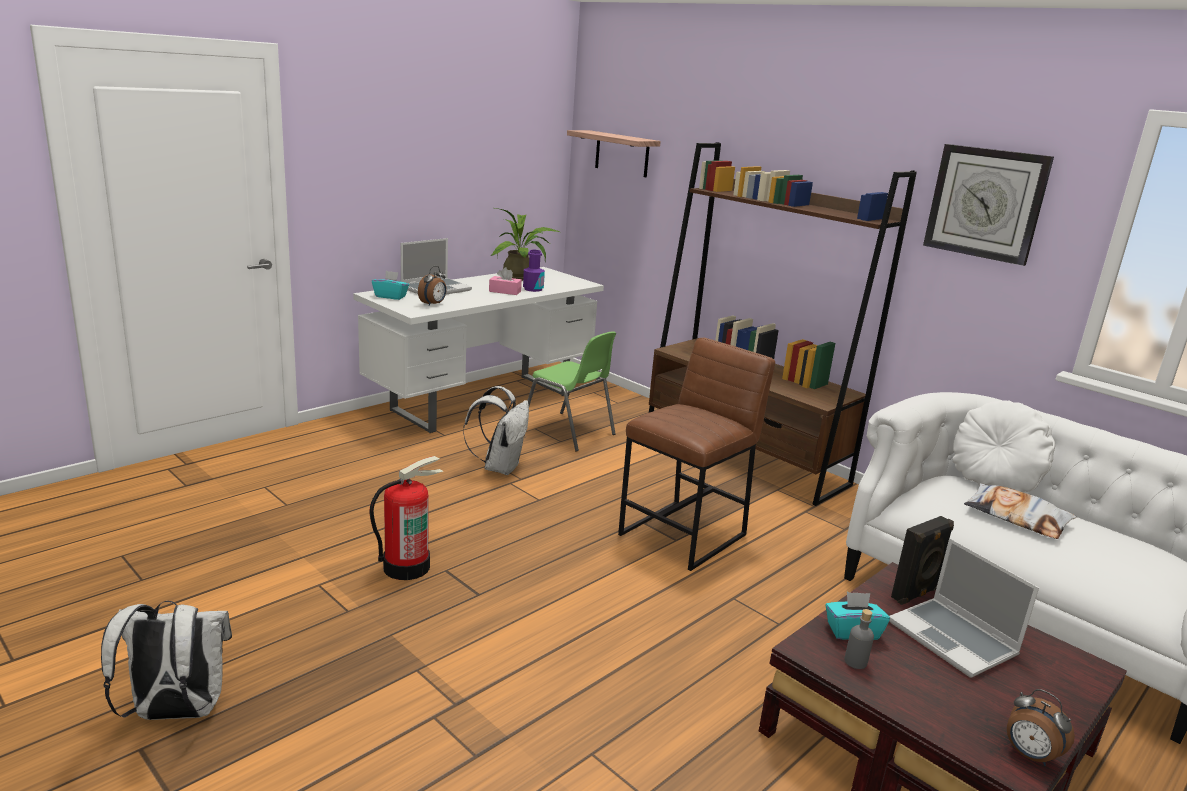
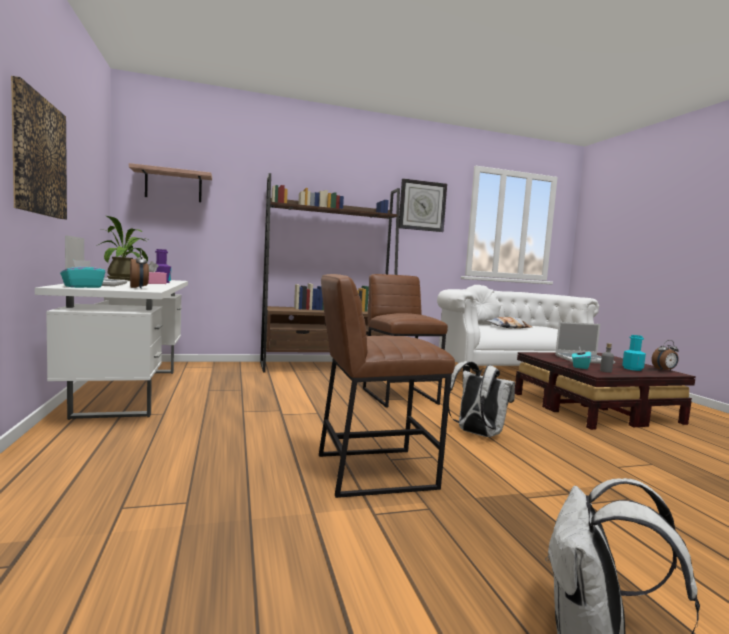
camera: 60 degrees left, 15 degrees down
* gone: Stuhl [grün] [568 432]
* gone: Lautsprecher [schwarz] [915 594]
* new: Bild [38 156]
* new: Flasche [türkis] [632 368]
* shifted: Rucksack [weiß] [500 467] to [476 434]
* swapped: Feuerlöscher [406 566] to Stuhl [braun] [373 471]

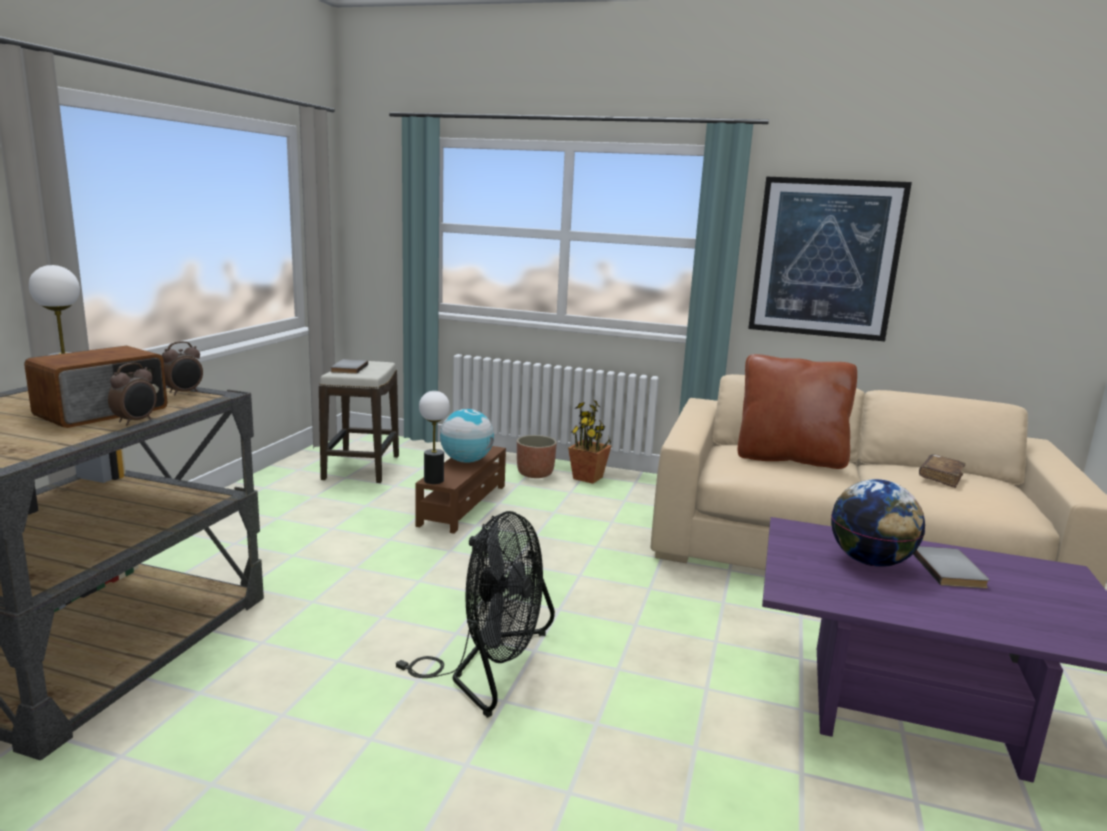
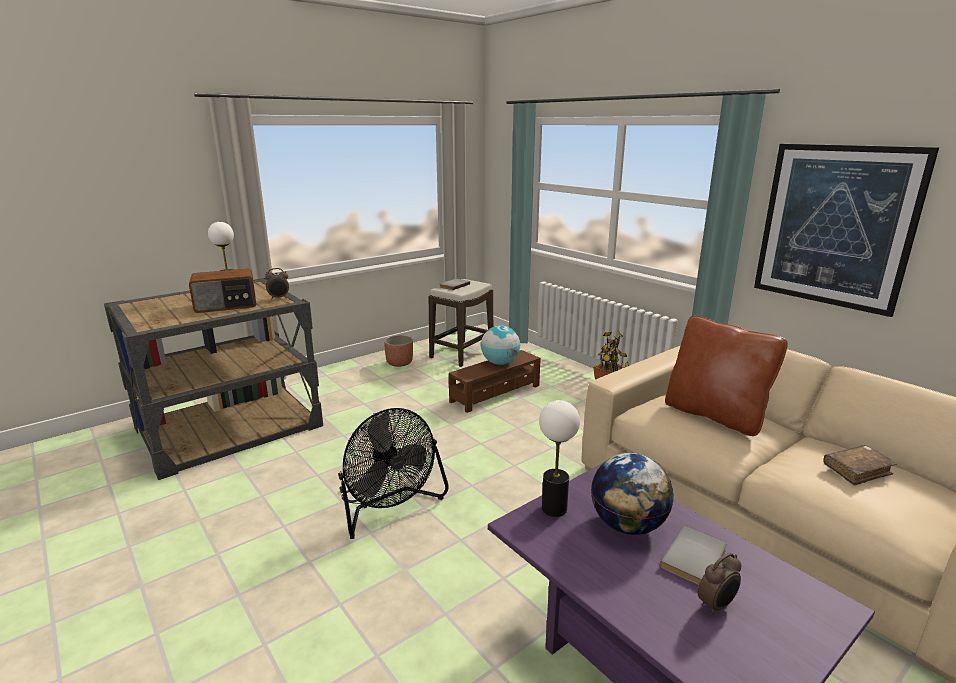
camera: 35 degrees right, 5 degrees up
* shifted: Wecker [136 421] to [716 605]
* shifted: Tischlampe [433 480] to [554 508]
* shifted: Pflanzkübel [535 473] to [399 363]

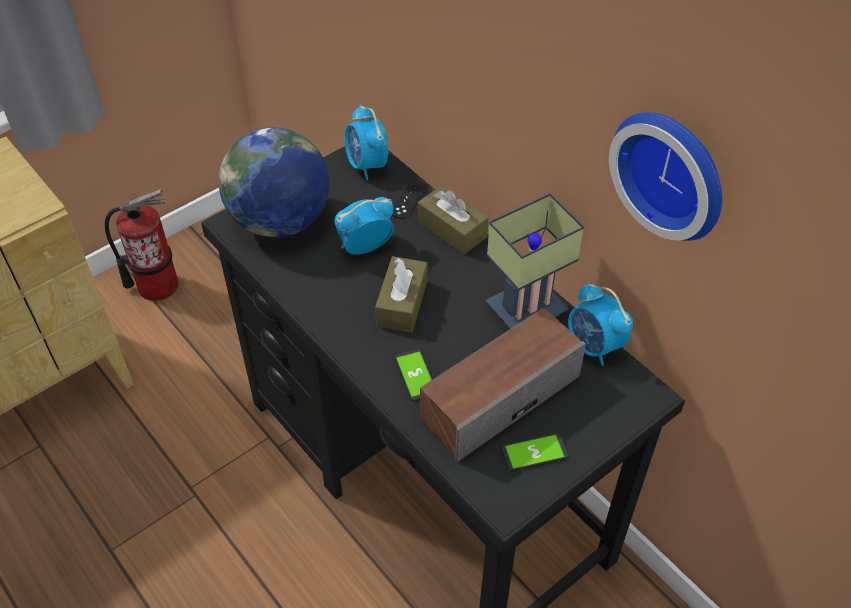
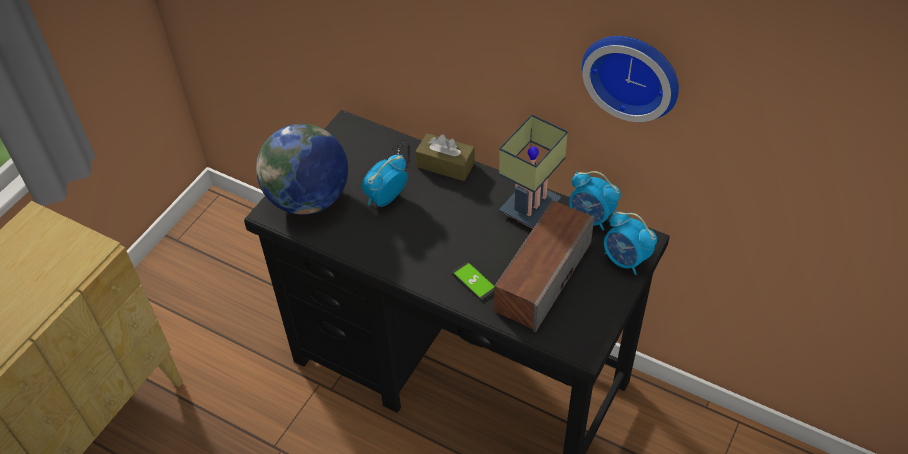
camera: 20 degrees left, 0 degrees up
* gone: Feuerlöscher [157 285]
* gone: Taschentuchbox [braun] [402 303]
* gone: Handy [534 453]
* shifted: Wecker [367 165] to [625 260]

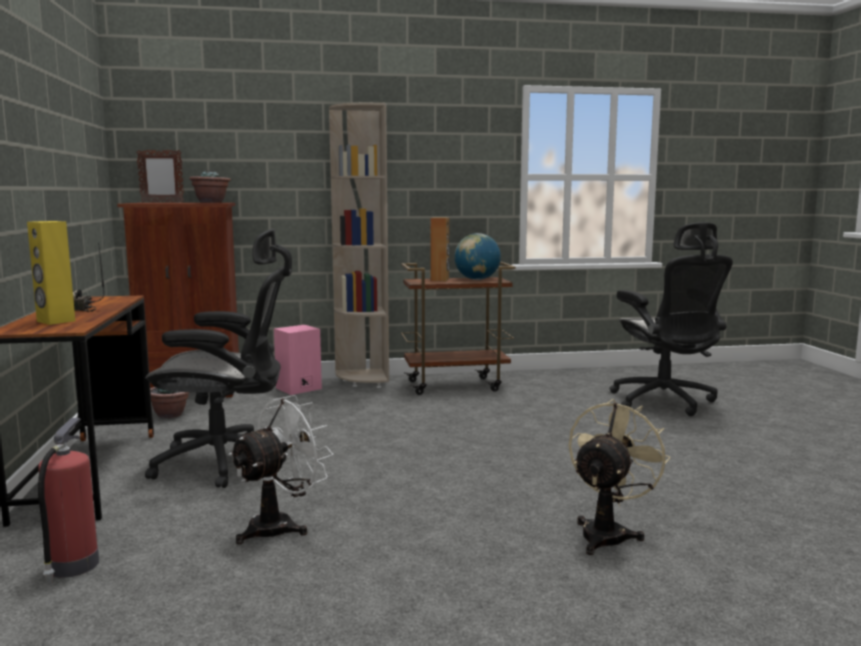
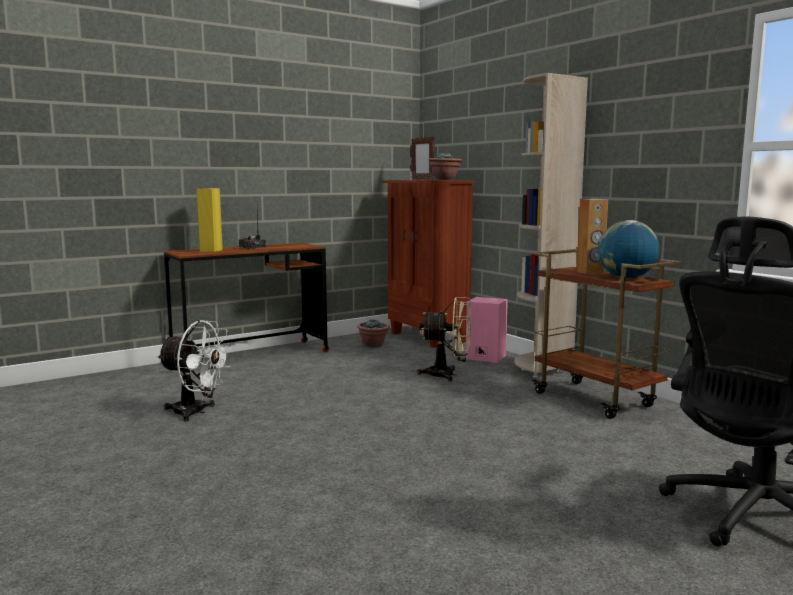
camera: 65 degrees right, 0 degrees up
* gone: Feuerlöscher [72 567]
* gone: Bürostuhl [226 462]
* shifted: Ventilator [beige] [608 533] to [448 375]

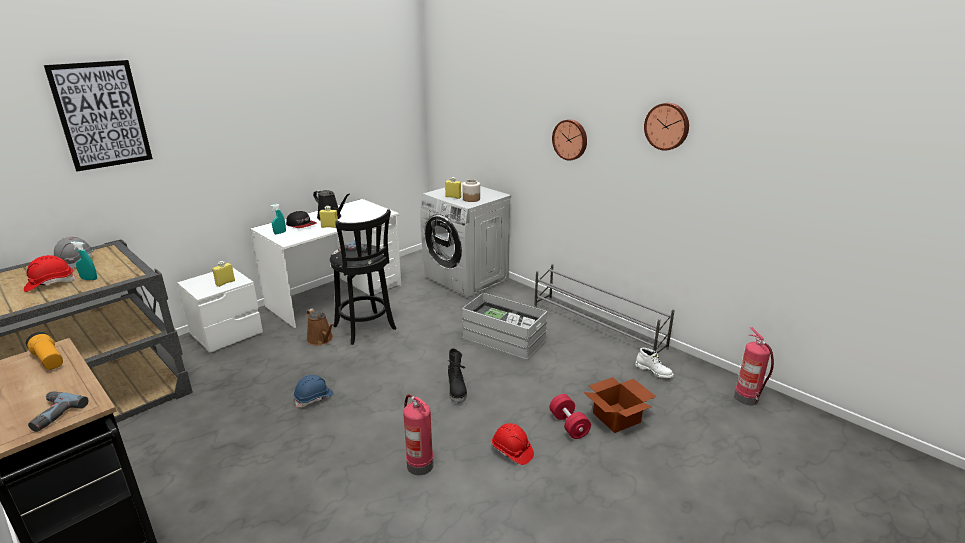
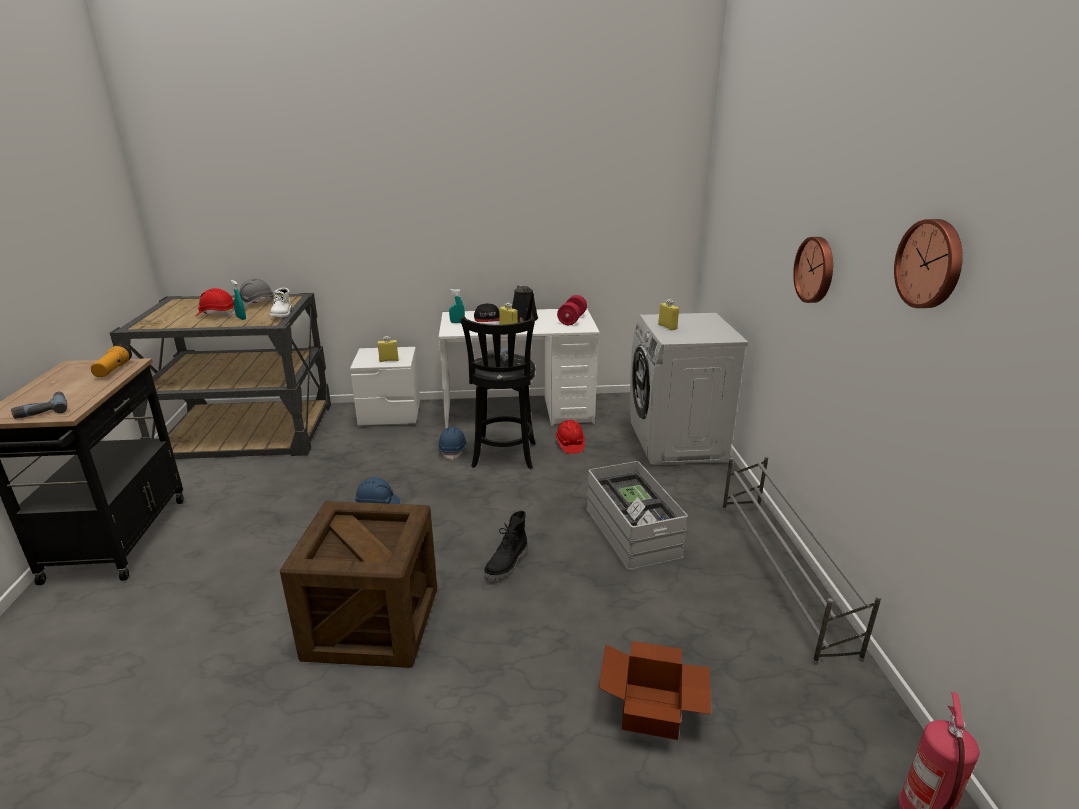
camera: 40 degrees right, 0 degrees up
* gone: Bild [101 115]
* gone: Vorratsglas [471 199]
* shifted: Schutzhelm [rot] [512 451] to [569 445]
* shifted: Hantel [rot] [569 425] to [572 320]
* shifted: Stiefel [weiß] [654 371] to [282 314]
* swapped: Gießkanne [braun] [321 339] to Schutzhelm [blau] [453 450]
* swapped: Feuerlöscher [419 464] to Kiste [372 623]

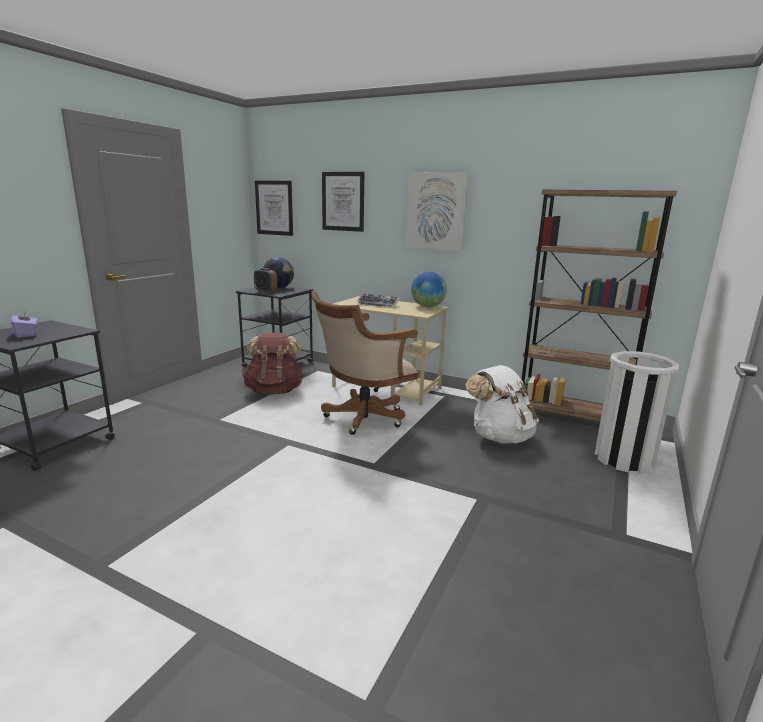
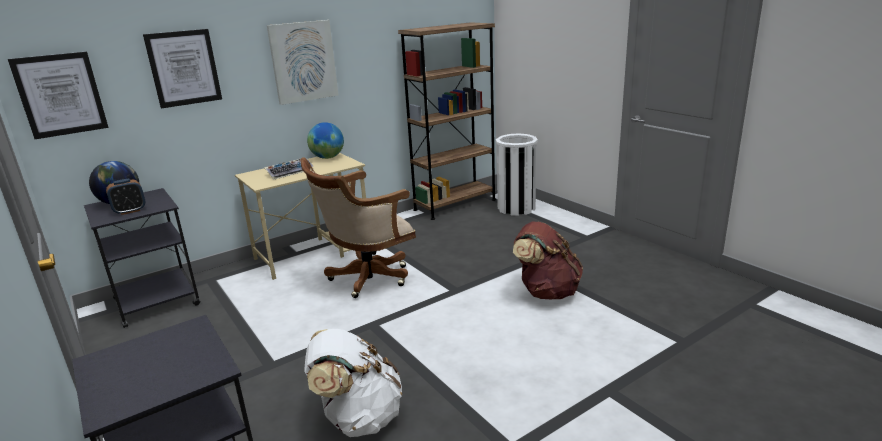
camera: 60 degrees left, 5 degrees up
* gone: Taschentuchbox [lila] [27 334]
* shifted: Rucksack [braun] [274 391] to [546 292]
* shifted: Rucksack [weiß] [499 436] to [358 417]
* rotated: Bürostuhl [361 419] = [366 279] 60 degrees clockwise

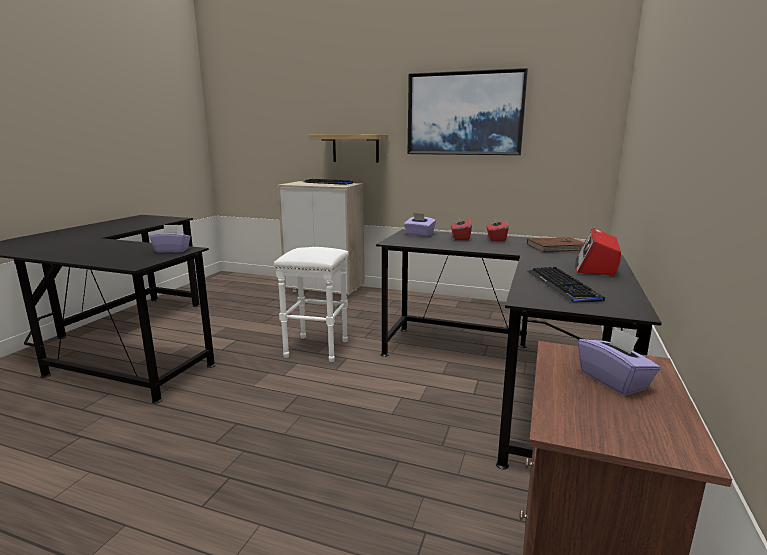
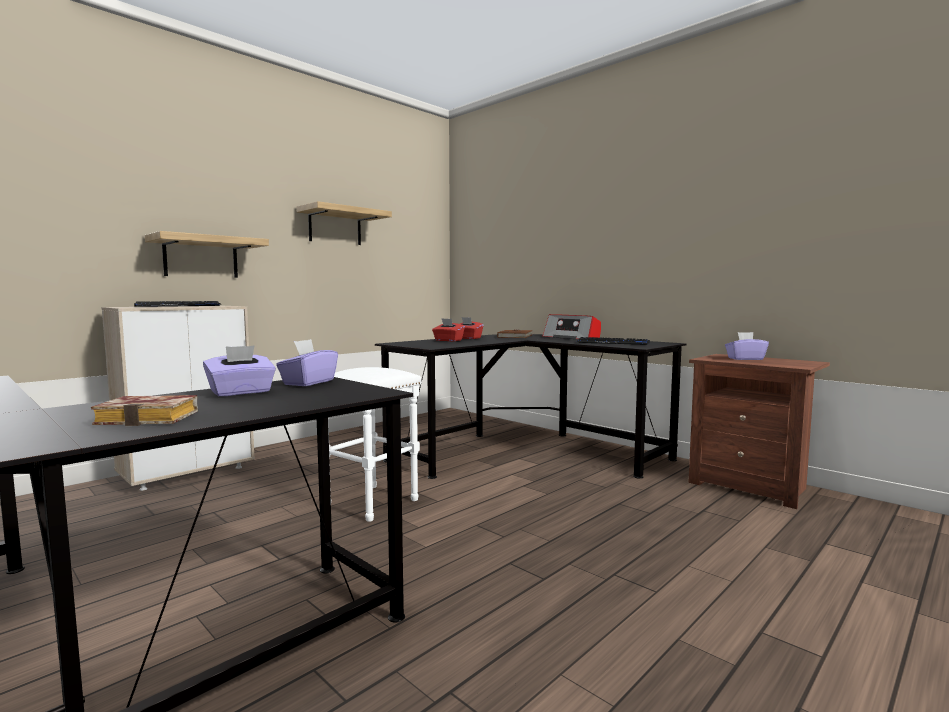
camera: 65 degrees left, 10 degrees down
* new: Buch [153 418]
* shifted: Taschentuchbox [lila] [419 234] to [241 392]
* swapped: Bild [464 114] to Wandregal [335 227]

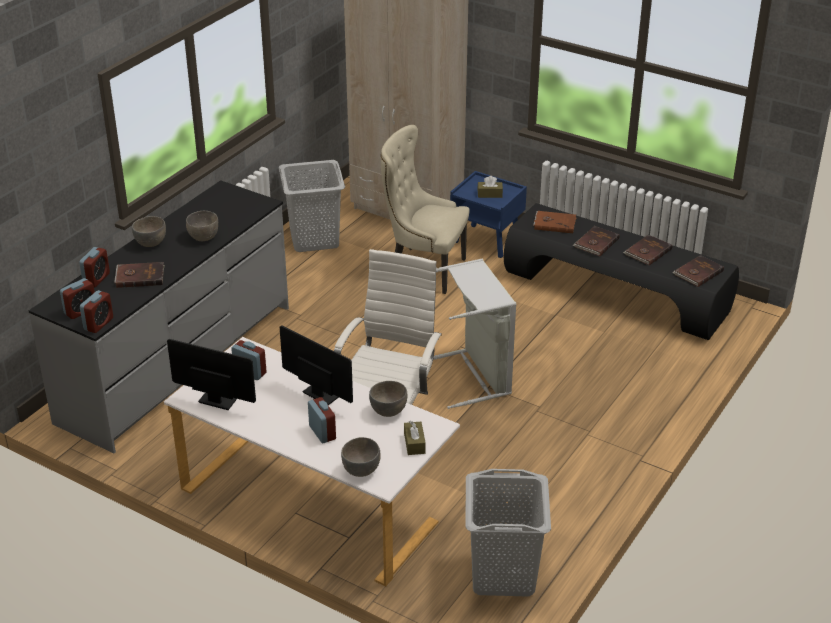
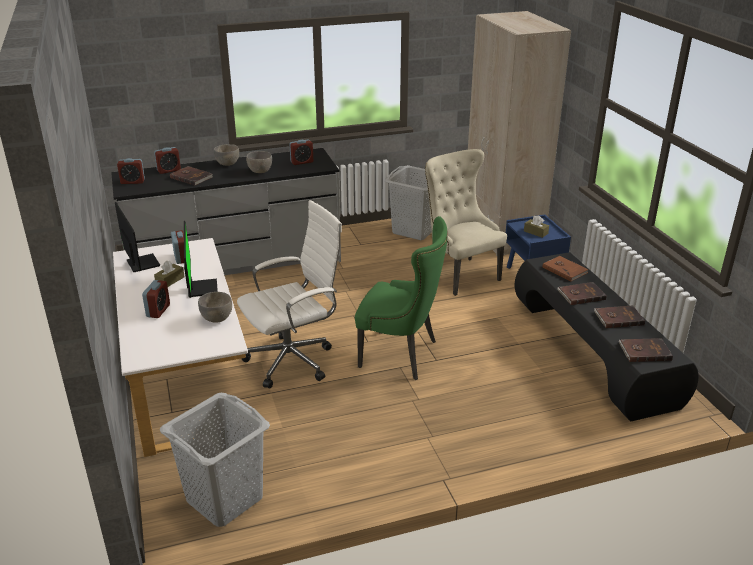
camera: 40 degrees right, 5 degrees down
* gone: Schüssel [grau] [361 470]
* shifted: Wecker [98 324] to [302 162]
* shifted: Taschentuchbox [braun] [414 443] to [170 280]
* swapped: Wäschekorb [grau] [474 376] to Stuhl [grün] [400 355]

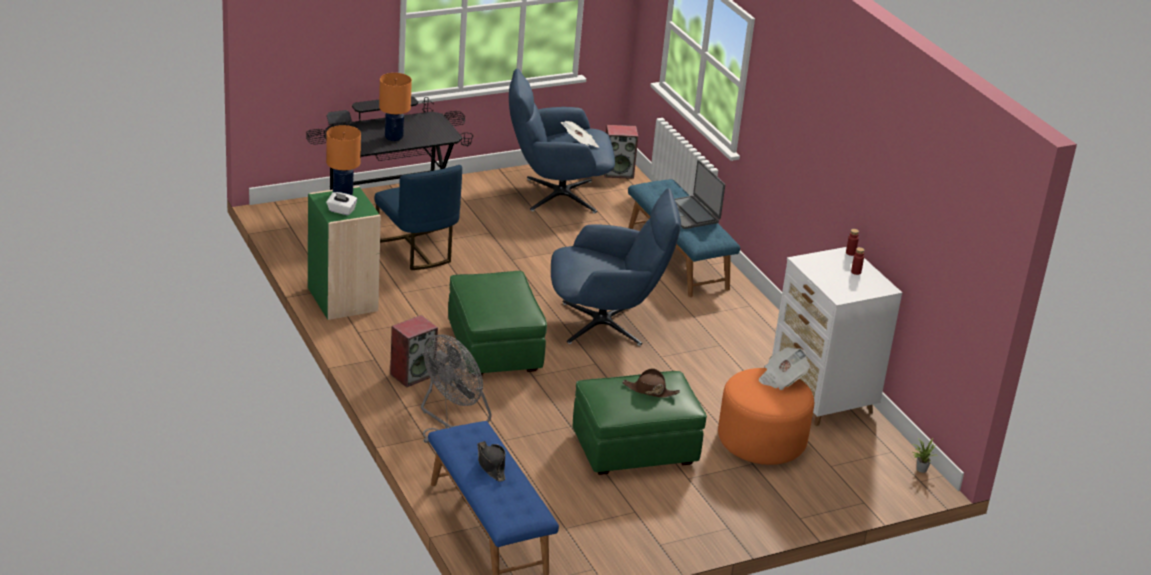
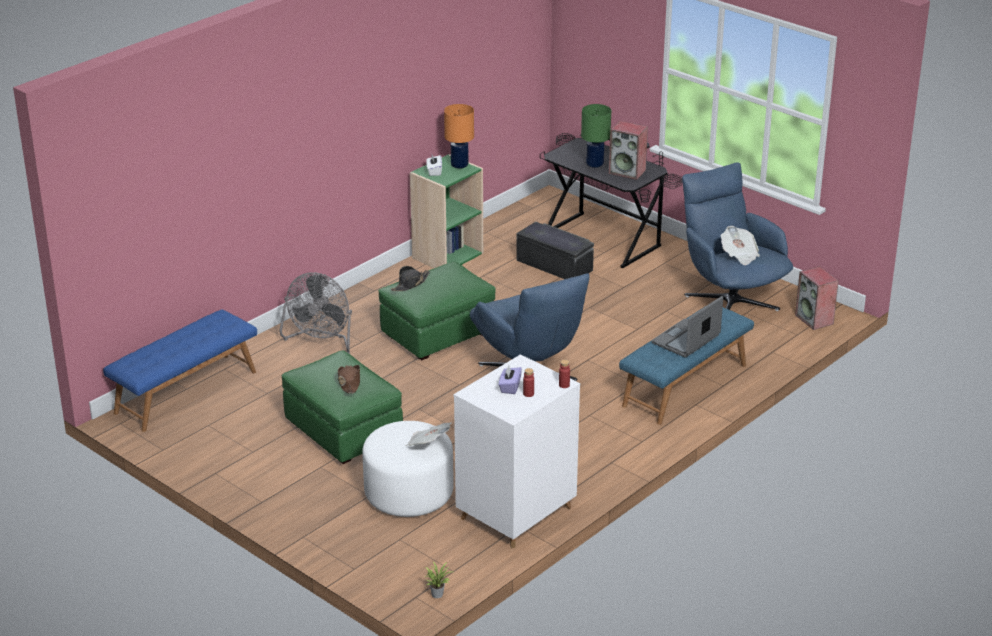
camera: 70 degrees right, 0 degrees up
* new: Taschentuchbox [lila] [509 387]
* shifted: Lautsprecher [413 374] to [627 172]
* shifted: Hut [schwarz] [491 465] to [410 284]
* swapped: Stuhl [blau] [417 251] to Aufbewahrungsbox [schwarz] [555 265]
* repainted: Tischlampe [orange] [394 138] to Tischlampe [grün] [594 165]
* repainted: Polsterhocker [orange] [761 441] to Polsterhocker [weiß] [408 493]
* rotated: Ventilator [grau] [446 416] = [320 339] 90 degrees clockwise

